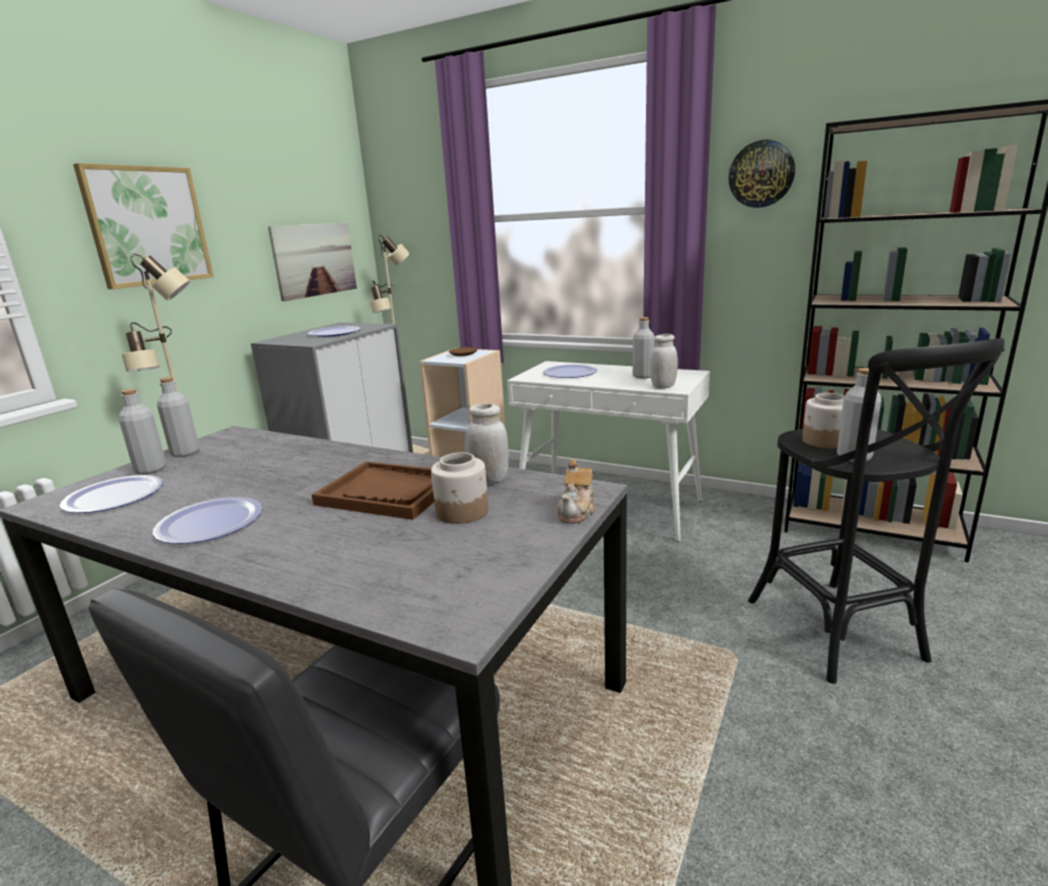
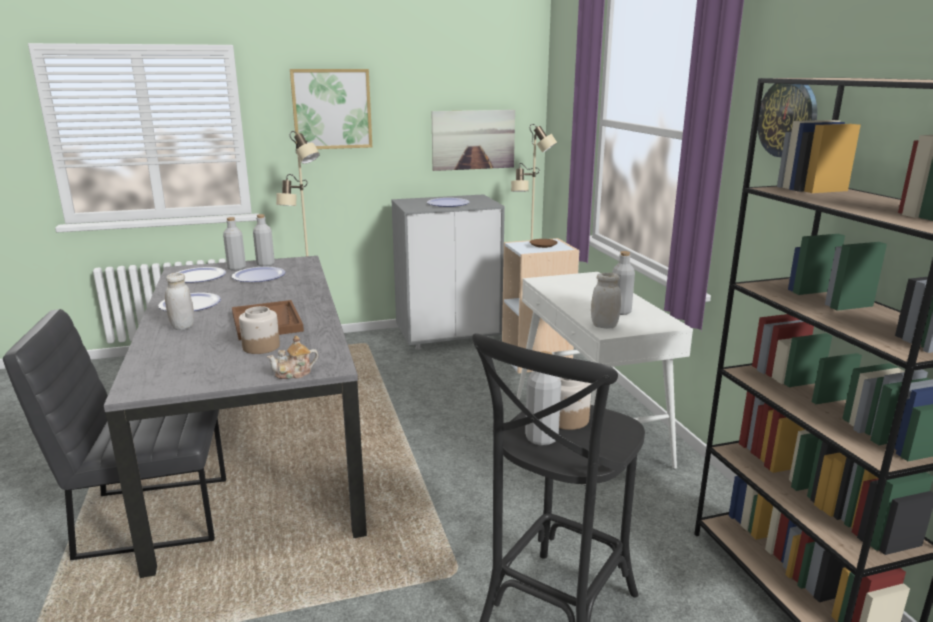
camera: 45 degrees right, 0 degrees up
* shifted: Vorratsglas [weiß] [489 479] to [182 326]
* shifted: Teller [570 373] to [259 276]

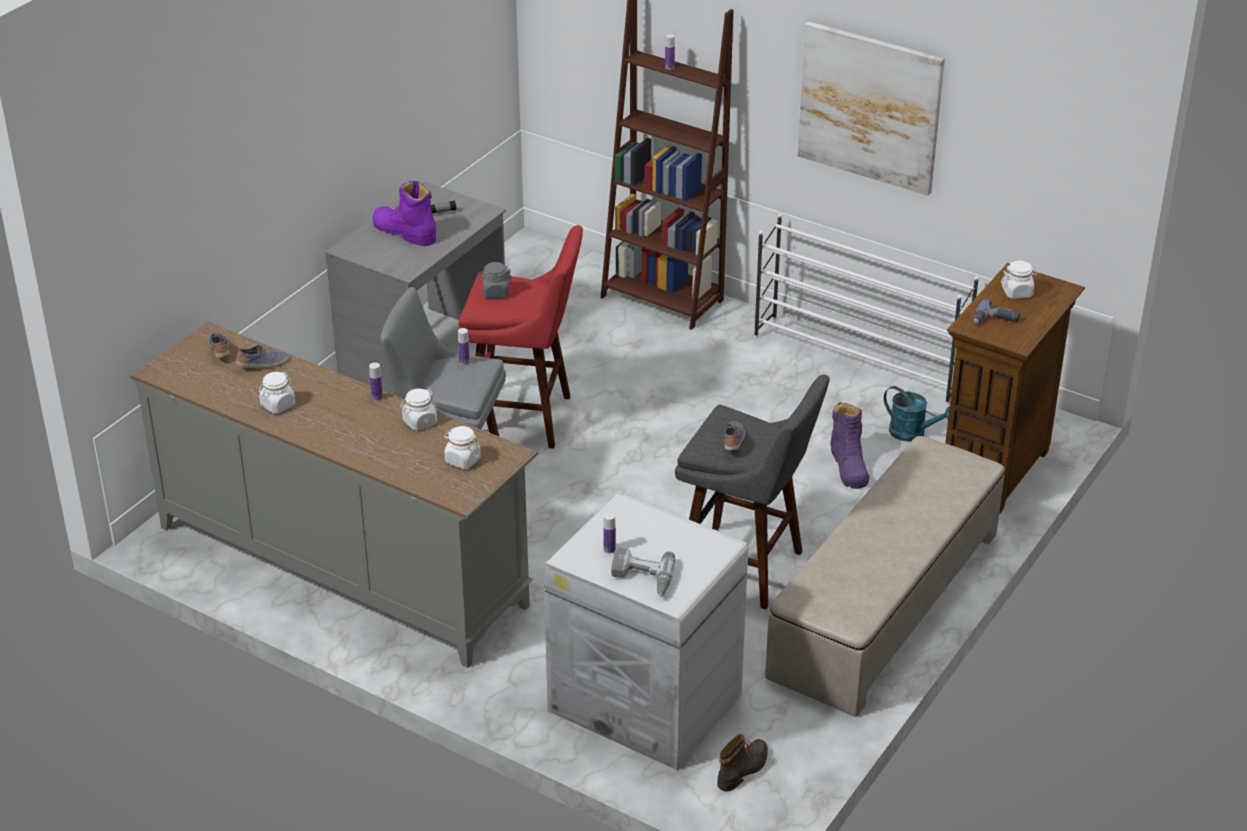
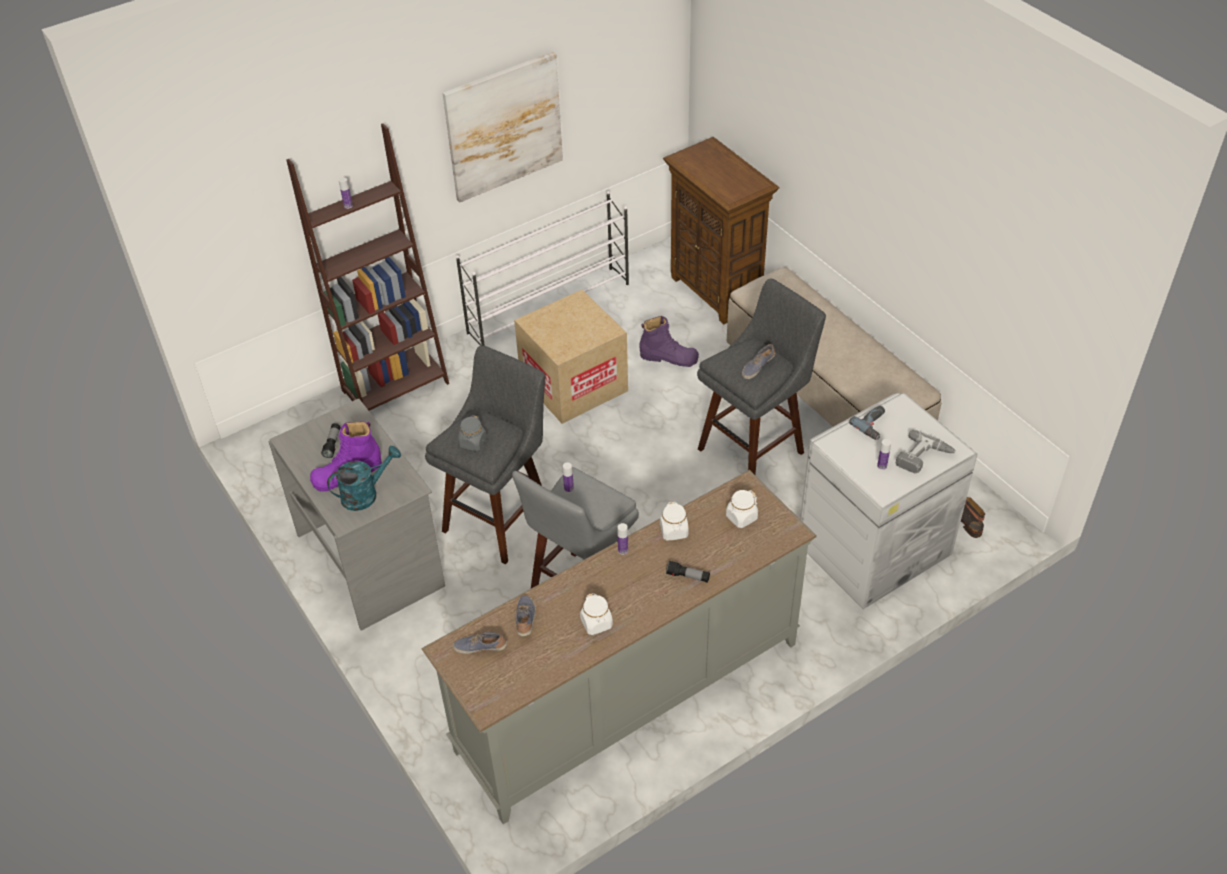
camera: 65 degrees left, 10 degrees up
* gone: Vorratsglas [weiß] [1017 292]
* new: Karton [573 384]
* new: Taschenlampe [688 576]
* shifted: Gießkanne [türkis] [913 433] to [365 494]
* shifted: Bohrmaschine [995 320] to [874 425]
* repainted: Hocker [rot] [525 418] to Hocker [grau] [500 518]
* rotated: Schuh [734 441] = [757 367] 75 degrees counterclockwise

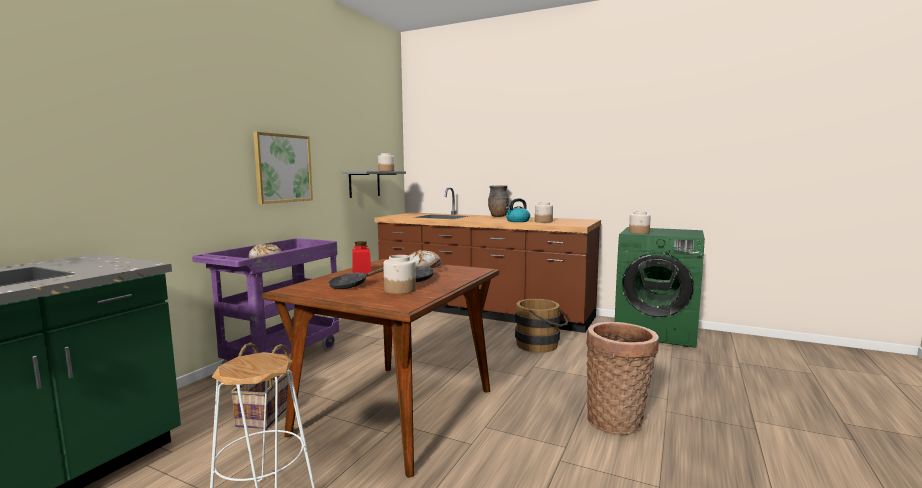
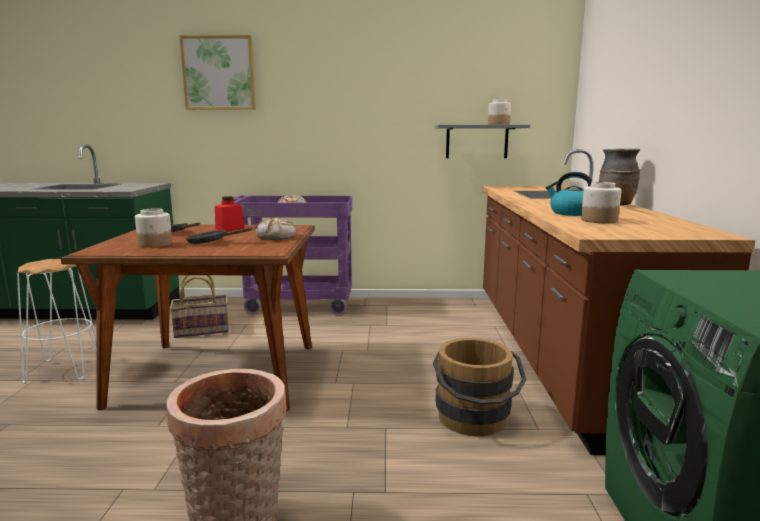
camera: 65 degrees right, 5 degrees up
* gone: Vorratsglas [639 232]
* shifted: Bild [283 168] to [219 73]

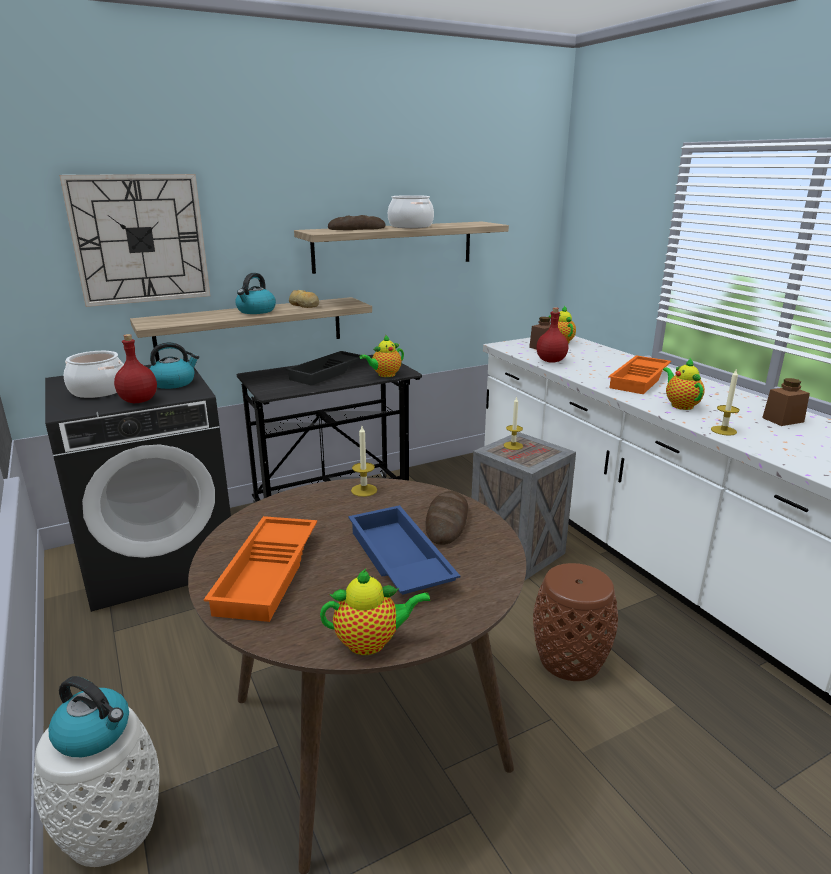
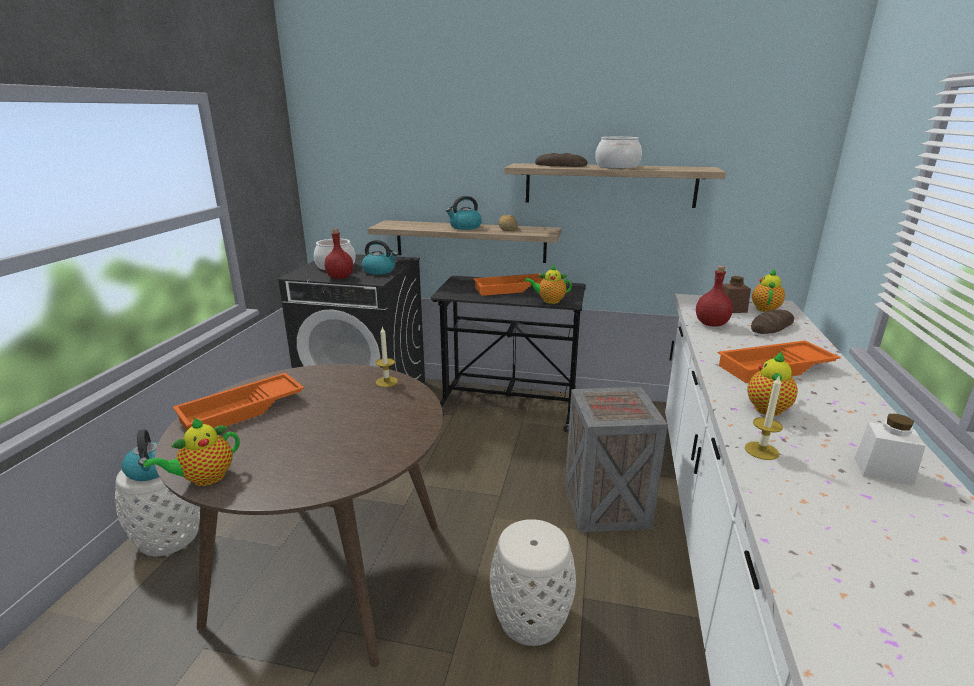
camera: 40 degrees right, 0 degrees up
* gone: Wanduhr [140 239]
* gone: Tablett [blau] [397 560]
* gone: Kerze [513 446]
* shifted: Brot [447 522] to [771 326]
* repainted: Tablett [schwarz] [327 373] to Tablett [orange] [510 289]
* repainted: Hocker [braun] [570 660] to Hocker [weiß] [531 619]
* repainted: Vorratsglas [braun] [783 420] to Vorratsglas [weiß] [883 471]
* rotated: Teekanne [371 642] = [205 478] 105 degrees clockwise

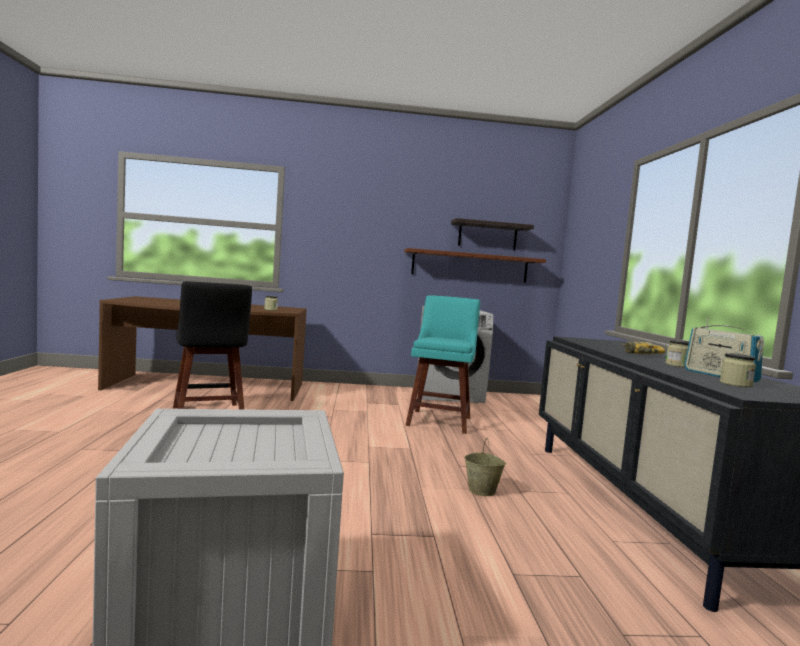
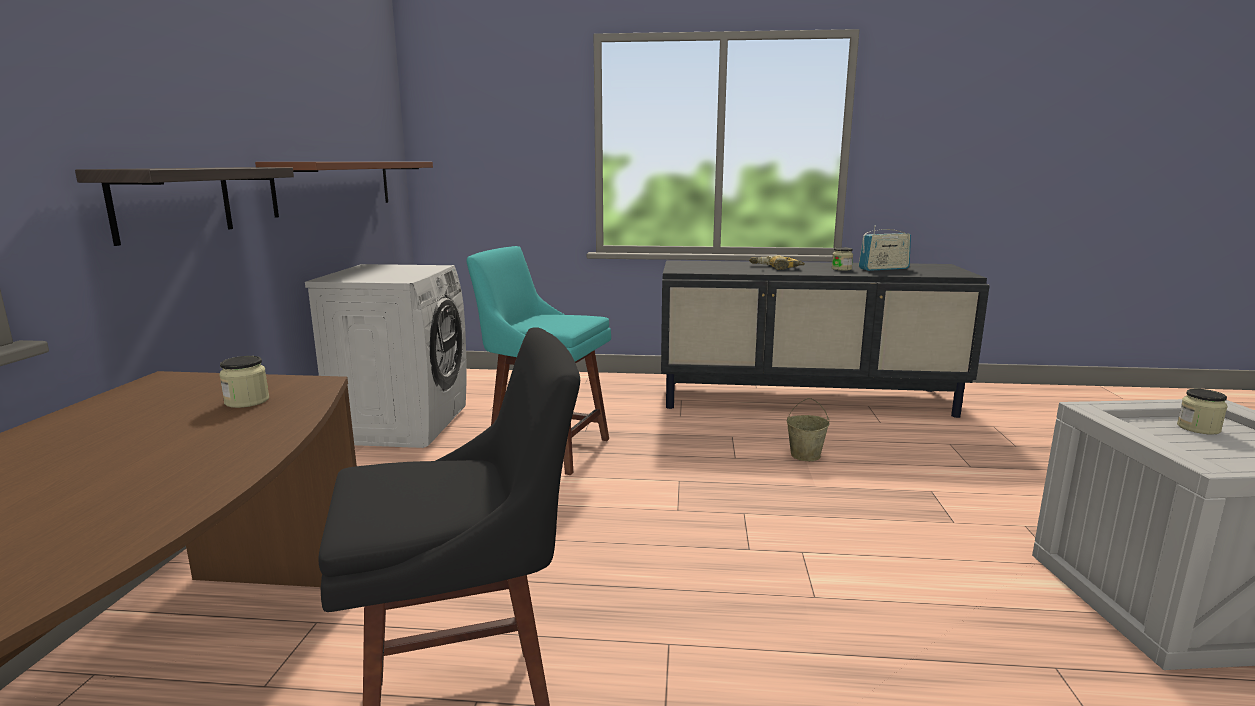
camera: 80 degrees left, 10 degrees up
* shifted: Wandregal [487 235] to [173 202]
* shifted: Vorratsglas [735 384] to [1198 428]

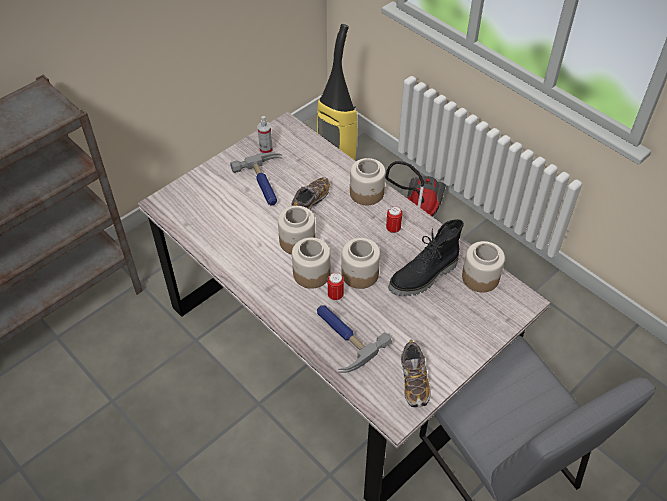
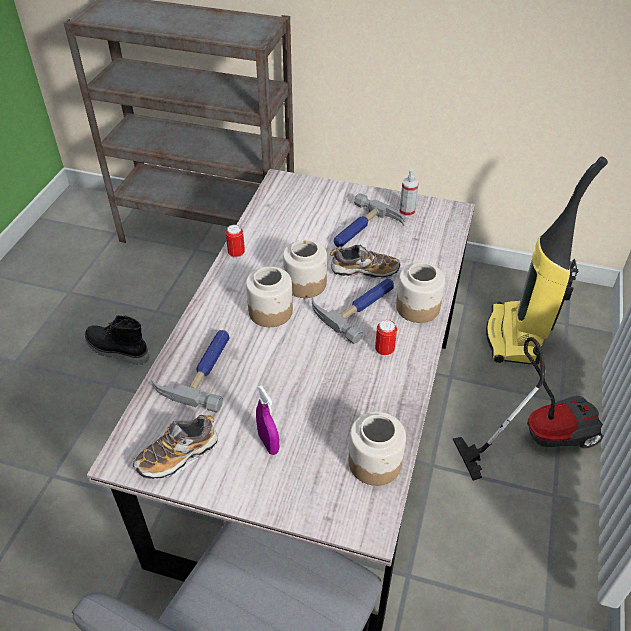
camera: 60 degrees right, 5 degrees down
* gone: Vorratsglas [359 274]
* new: Sprühflasche [lila] [268 443]
* new: Hammer [358 306]
* shifted: Dose [335 295] to [236 254]
* shifted: Stiefel [schwarz] [424 277] to [116 350]

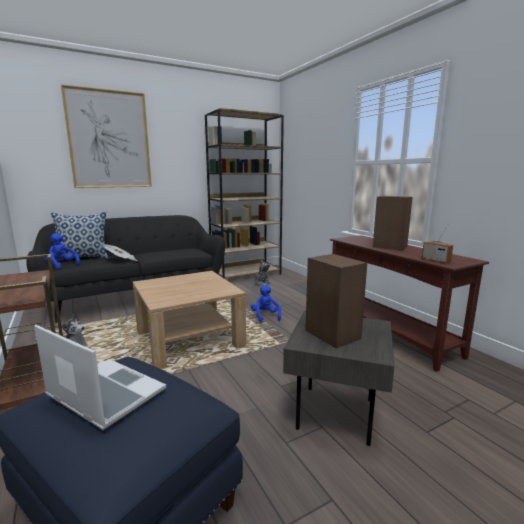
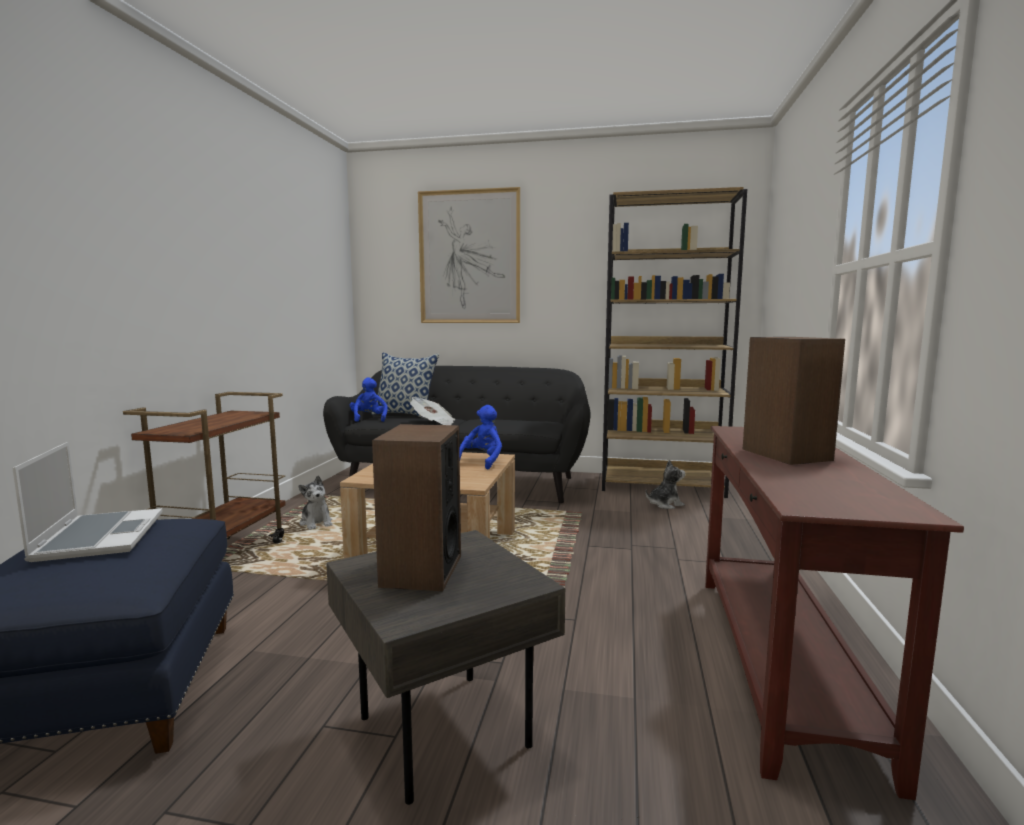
camera: 40 degrees right, 5 degrees down
* gone: Radio [435 260]
* shifted: Plüschtier [blau] [265 316] to [482 461]

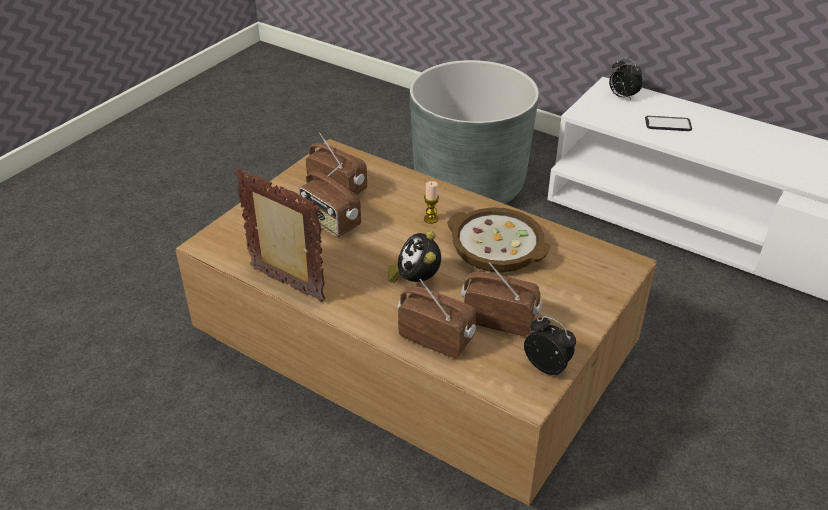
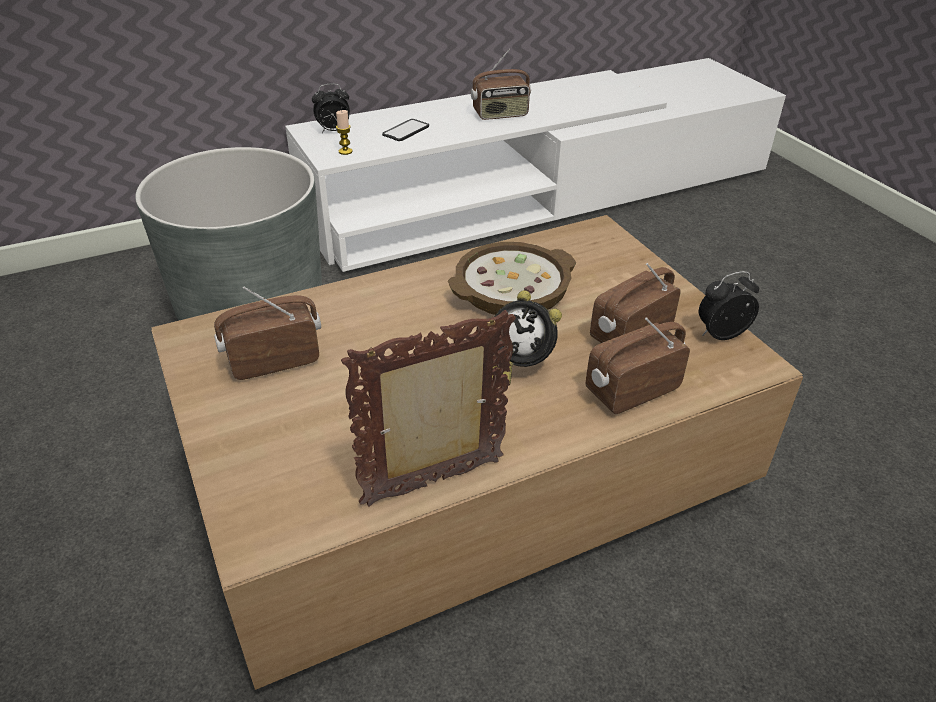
camera: 60 degrees left, 0 degrees up
* shifted: Radio [330 222] to [500 115]
* shifted: Kerze [431 219] to [345 151]

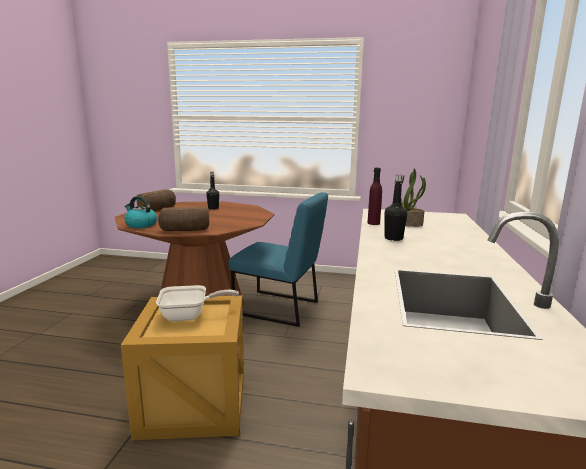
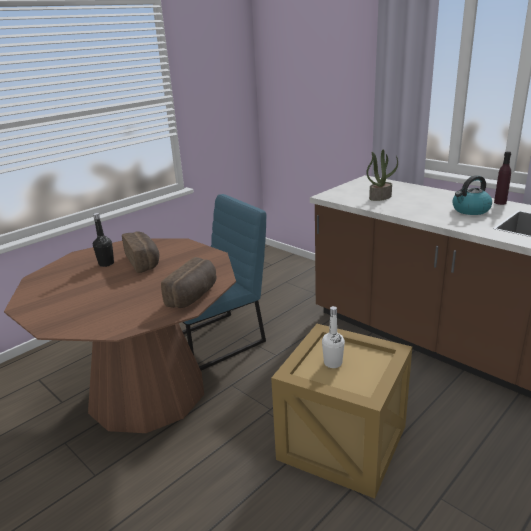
camera: 55 degrees left, 10 degrees up
* gone: Flasche [schwarz] [393 238]
* shifted: Wasserkessel [140 225] to [470 210]
* shifted: Brot [159 209] to [144 261]
* shifted: Flasche [lila] [373 223] to [500 202]
* swapped: Pfanne [189 316] to Flasche [weiß] [333 363]

